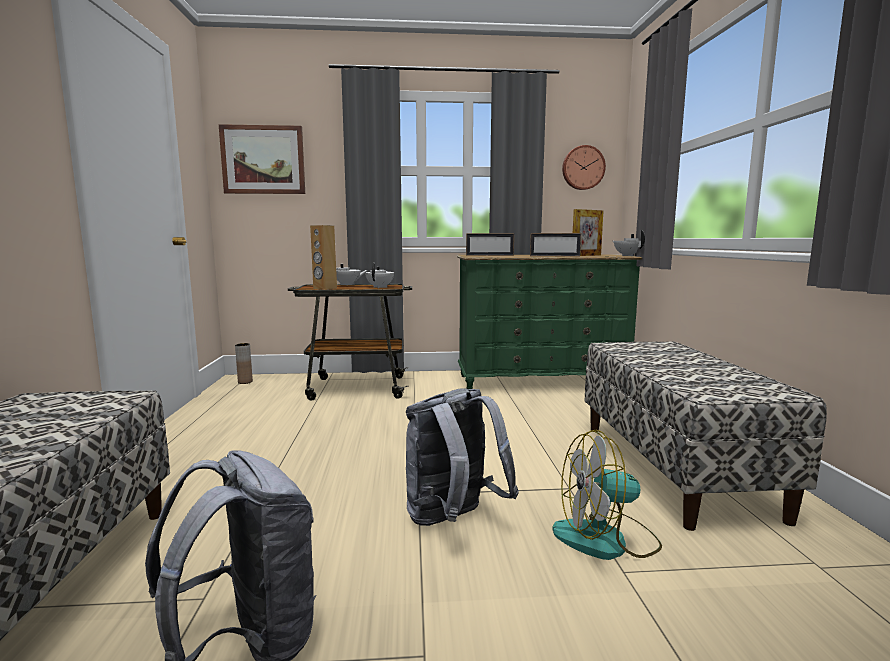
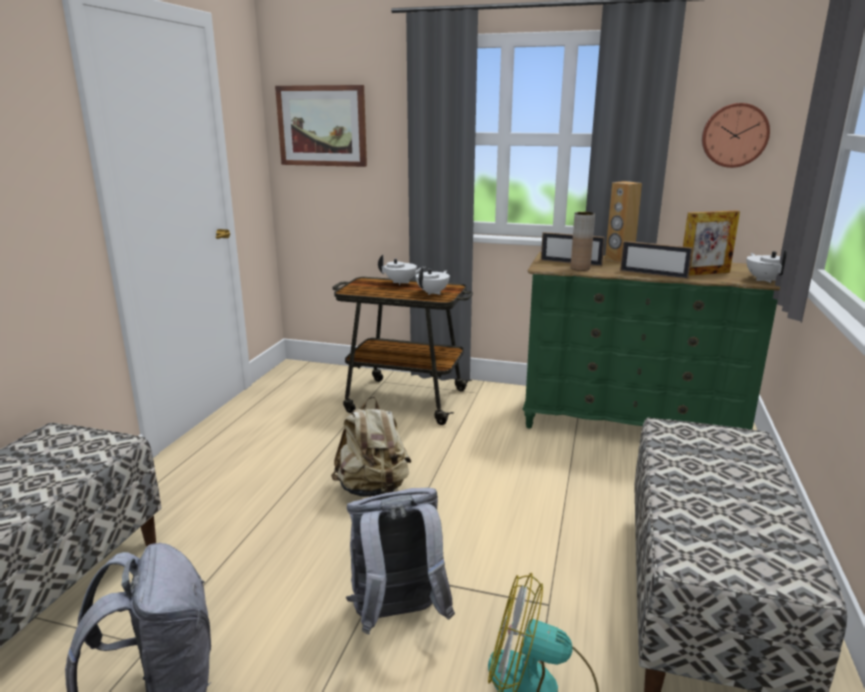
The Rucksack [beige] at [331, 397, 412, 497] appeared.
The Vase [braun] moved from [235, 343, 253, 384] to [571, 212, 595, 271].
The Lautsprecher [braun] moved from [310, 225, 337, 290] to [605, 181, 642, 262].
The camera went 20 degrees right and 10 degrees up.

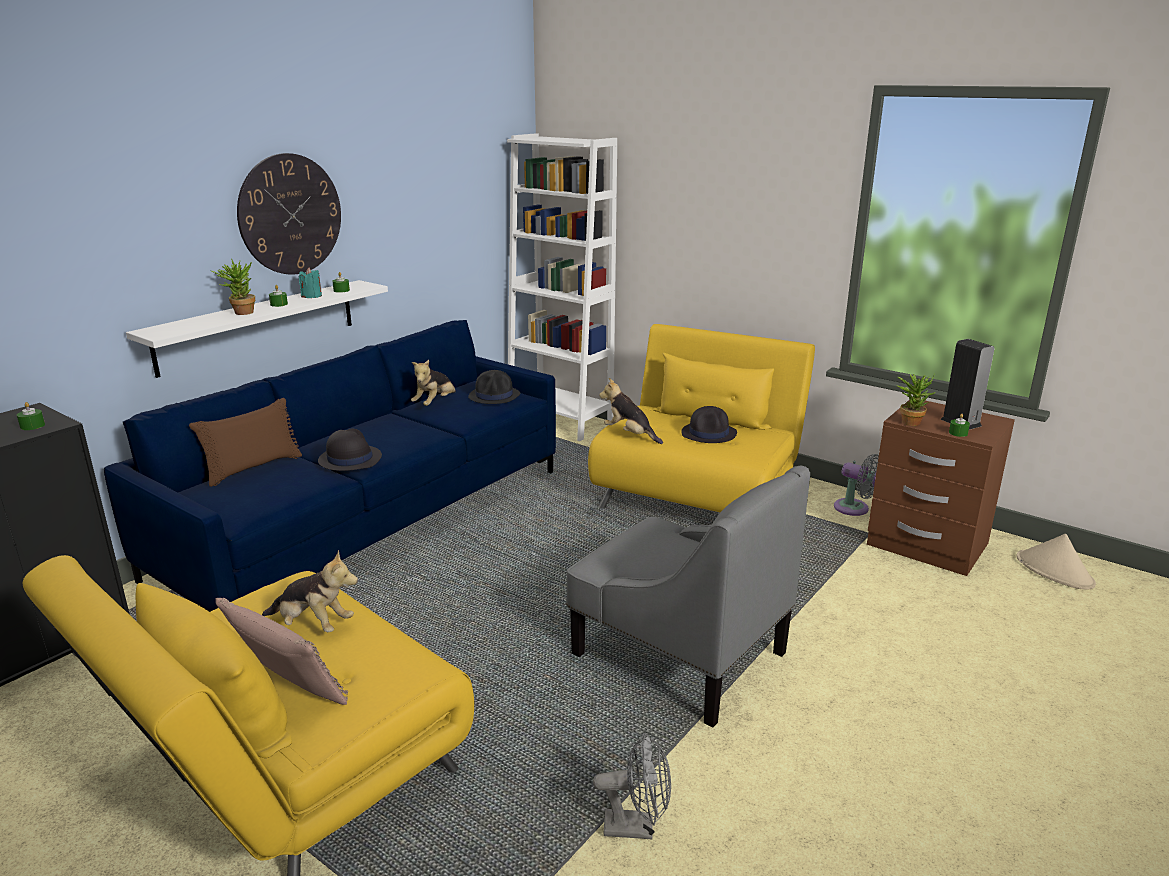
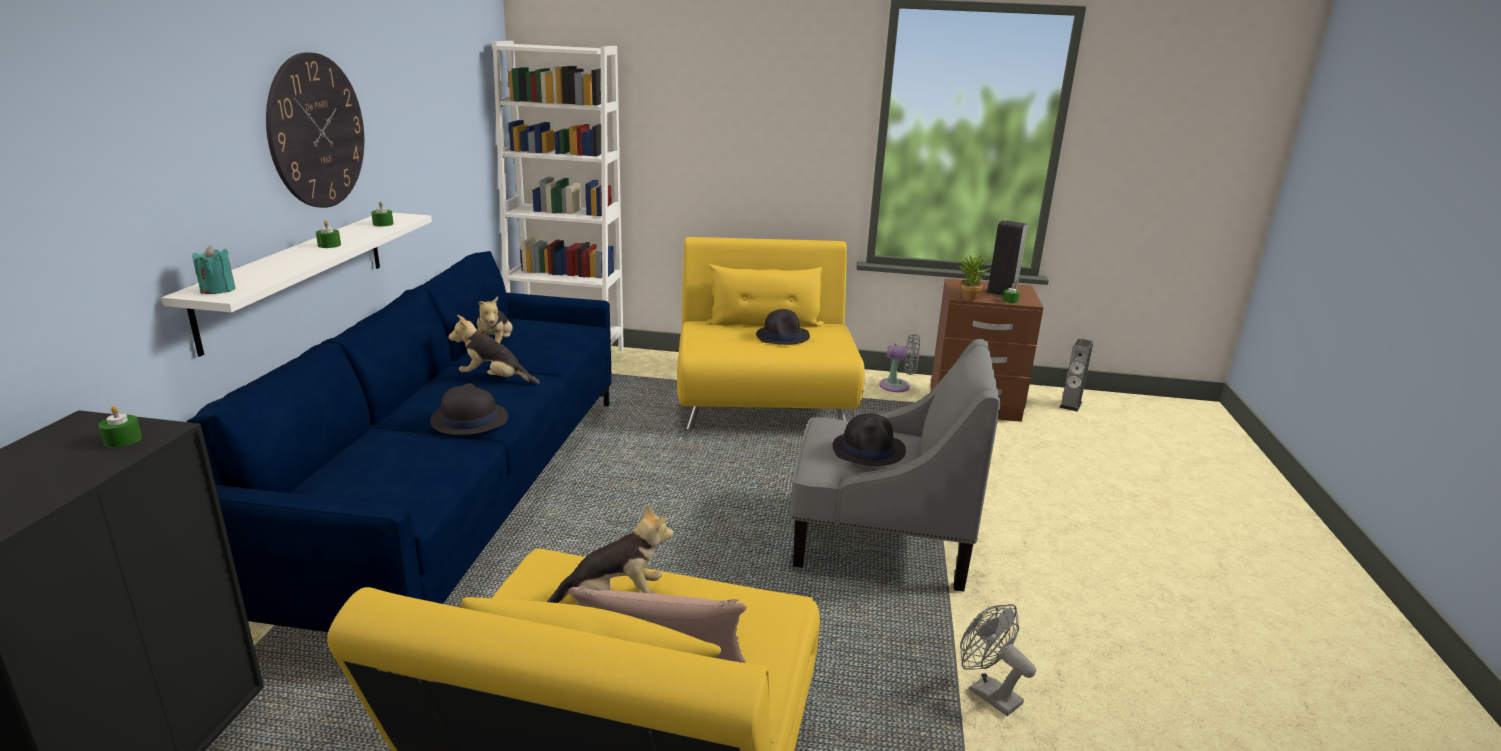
The Kissen [braun] at [189, 398, 302, 487] disappeared.
The Topfpflanze at [211, 258, 255, 315] disappeared.
The Kerze [türkis] moved from [299, 267, 322, 298] to [192, 245, 235, 294].
The Hut [schwarz] moved from [468, 370, 520, 404] to [833, 413, 906, 466].
The Plüschtier moved from [599, 378, 663, 444] to [449, 315, 540, 384].
The Hut [beige] at [1016, 534, 1096, 590] was replaced by the Lautsprecher at [1059, 339, 1093, 412].
The Ventilator [grau] at [593, 733, 671, 839] turned 105 degrees counterclockwise.
The camera went 30 degrees left and 0 degrees up.

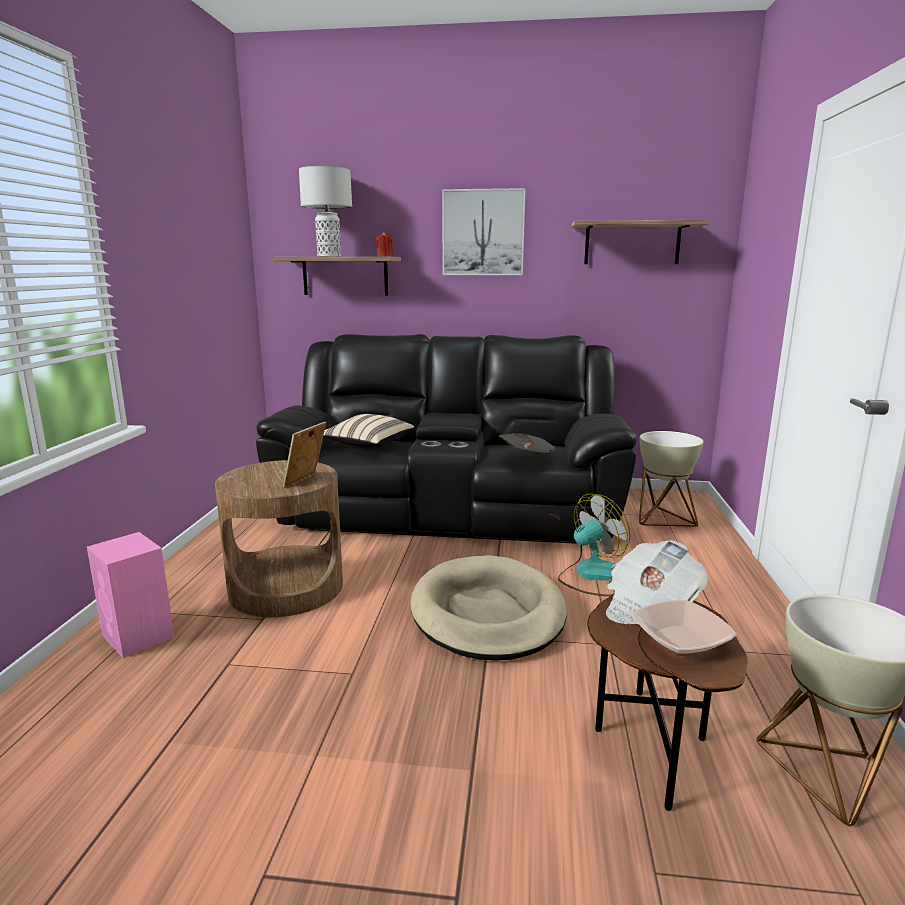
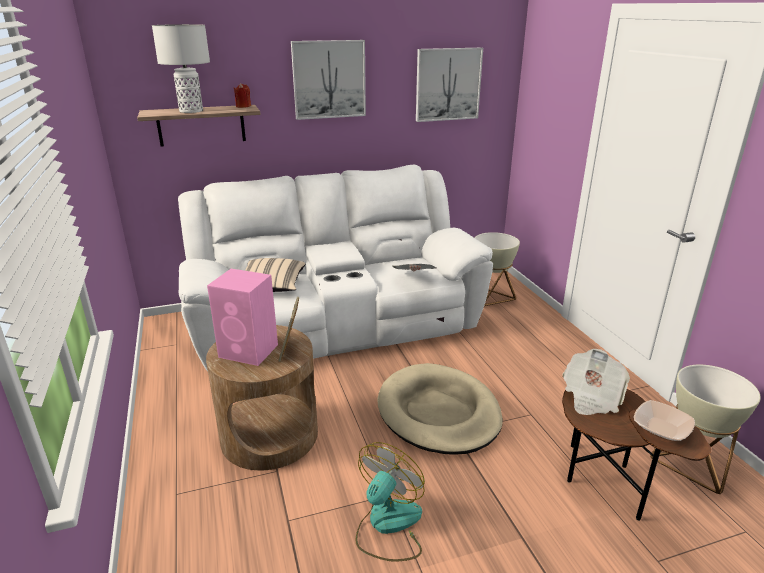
The Lautsprecher [rosa] moved from [87, 532, 174, 658] to [207, 269, 278, 366].
The Ventilator moved from [558, 494, 630, 596] to [355, 442, 425, 562].
The Wandregal at [572, 220, 709, 264] was replaced by the Bild at [416, 48, 483, 122].
The Sofa [schwarz] at [256, 334, 637, 544] became the Sofa [weiß] at [178, 165, 493, 372].
The camera went 25 degrees left and 10 degrees up.

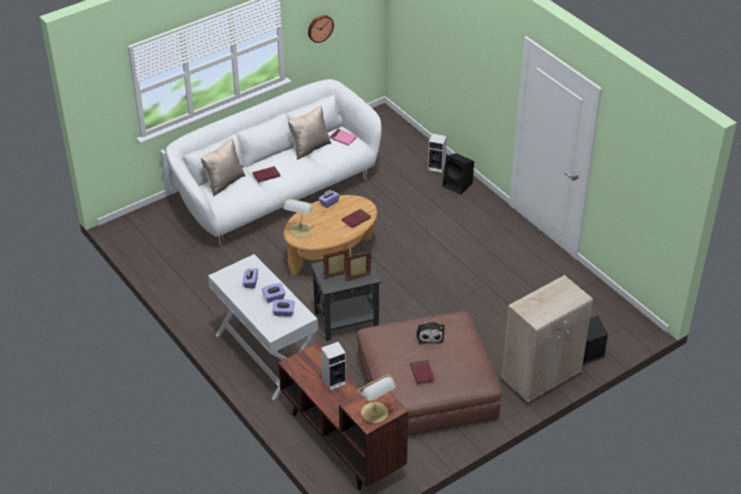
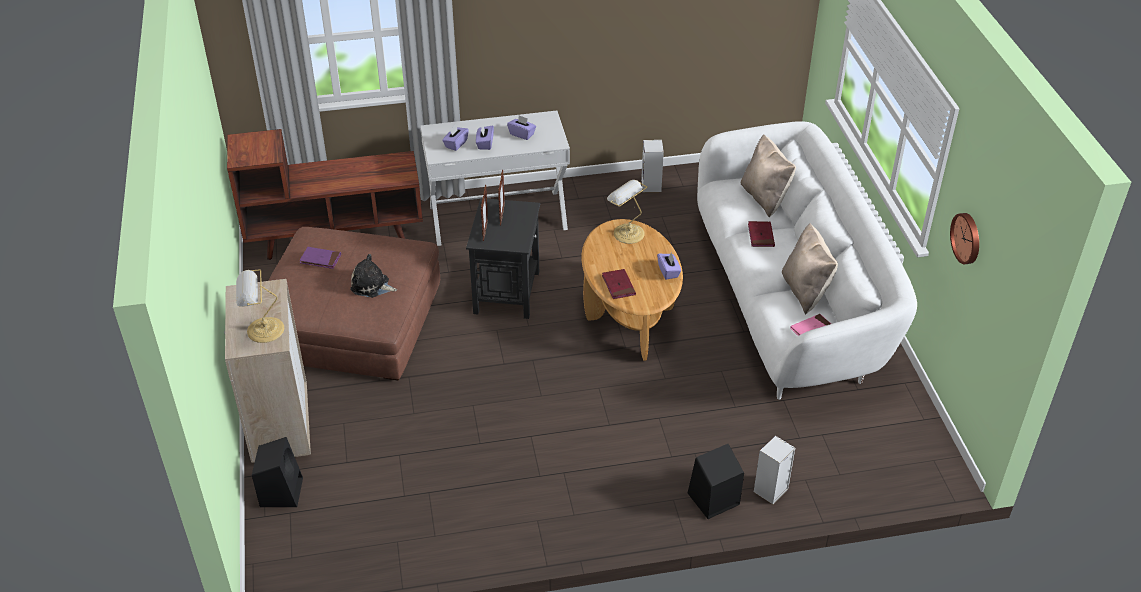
The Lautsprecher moved from [321, 342, 346, 391] to [641, 140, 664, 192].
The Tischlampe moved from [358, 374, 396, 423] to [236, 269, 284, 343].
The Buch [rot] at [410, 359, 435, 384] became the Buch [lila] at [299, 247, 341, 269].
The camera went 115 degrees right and 0 degrees up.

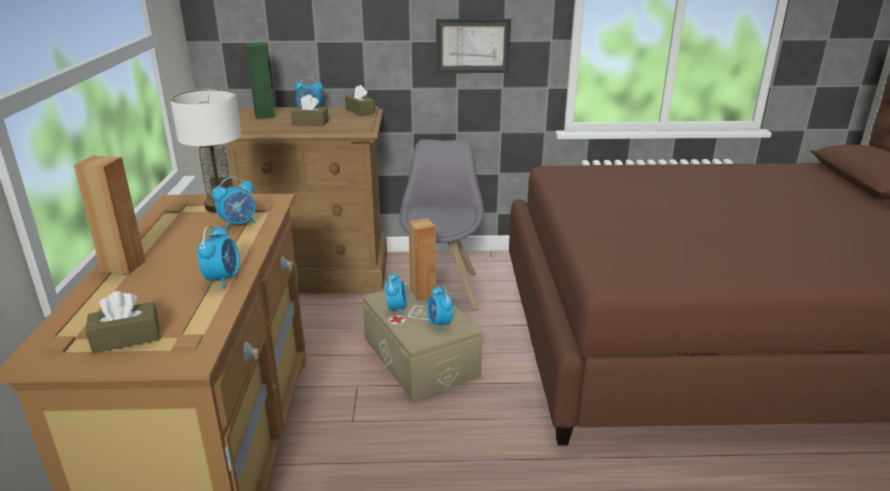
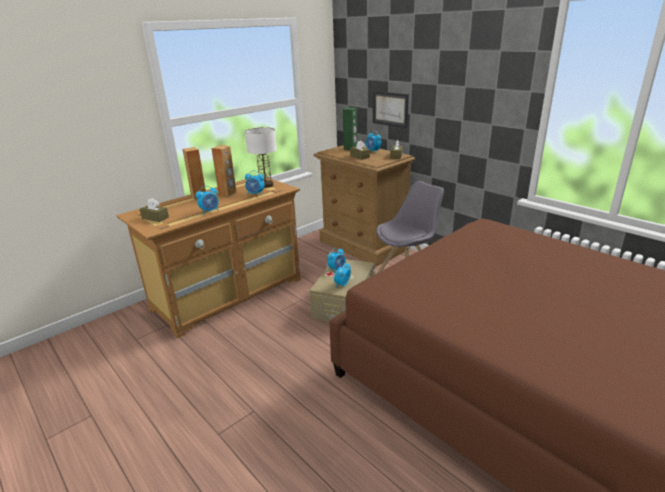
The Lautsprecher [braun] moved from [409, 218, 436, 301] to [211, 145, 237, 197].
The Bild moved from [436, 19, 511, 73] to [373, 91, 409, 128].
The camera went 50 degrees right and 0 degrees up.

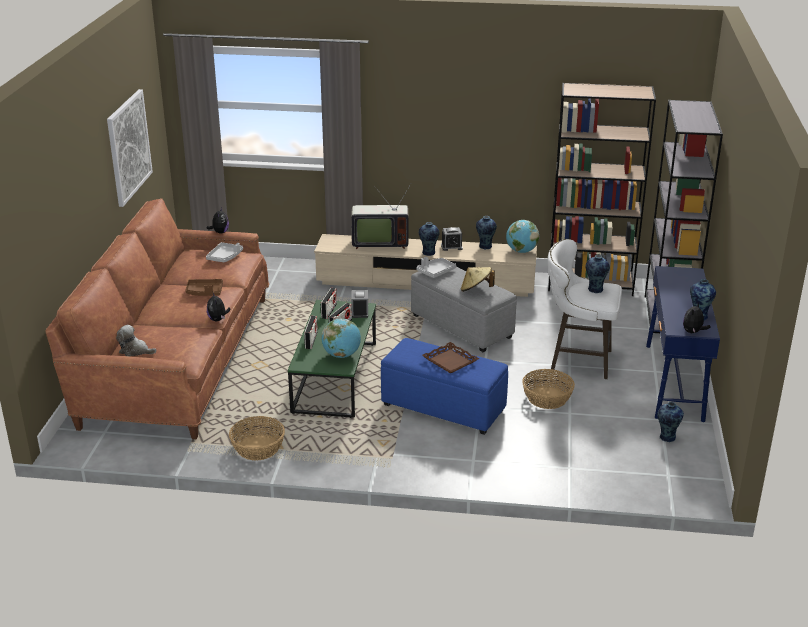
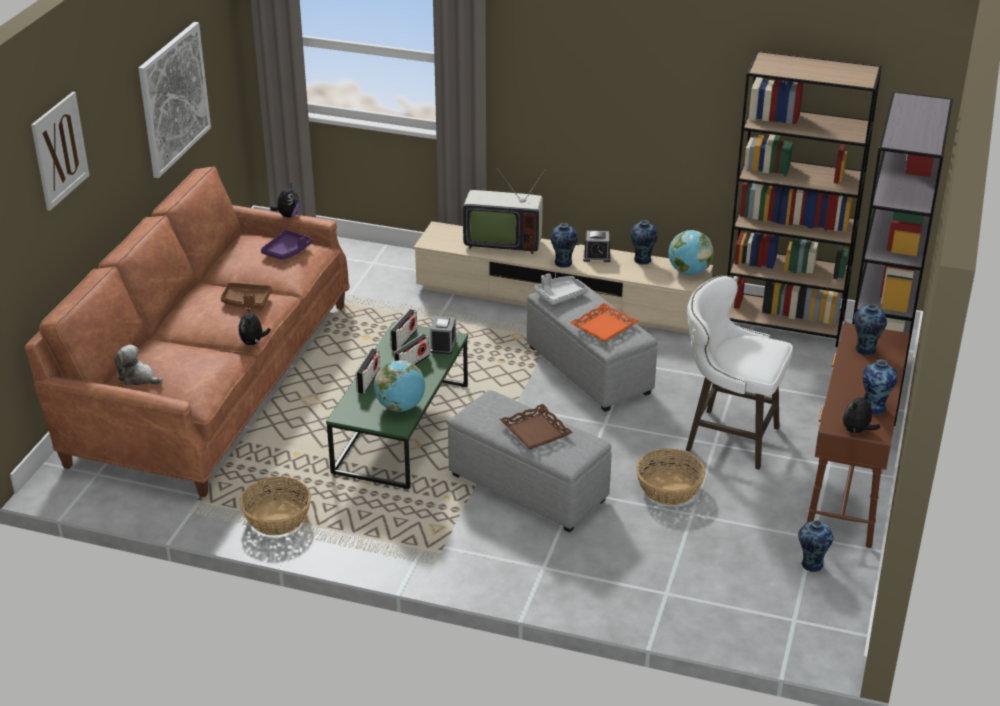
The Bild at [31, 92, 89, 211] appeared.
The Vase moved from [585, 255, 610, 293] to [853, 304, 887, 356].
The Hut [beige] at [461, 267, 495, 292] was replaced by the Tablett [orange] at [570, 303, 639, 342].
The Tablett [grau] at [206, 242, 243, 262] became the Tablett [lila] at [261, 230, 312, 260].
The Polsterhocker [blau] at [381, 338, 508, 435] became the Polsterhocker [grau] at [448, 390, 611, 533].
The Konsolentisch [blau] at [646, 266, 720, 422] became the Konsolentisch [braun] at [807, 323, 910, 548].
The camera went 10 degrees right and 5 degrees up.

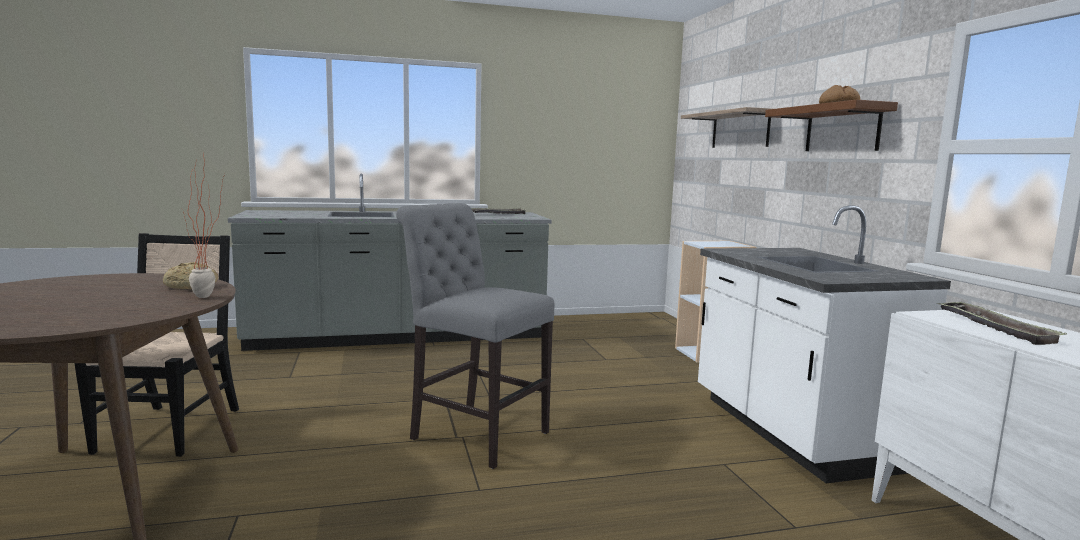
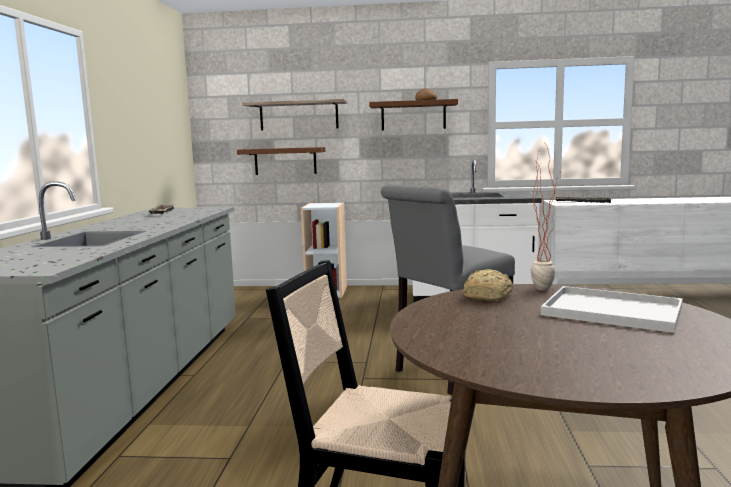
The Wandregal [braun] at [237, 147, 325, 175] appeared.
The Tablett [weiß] at [541, 286, 683, 333] appeared.
The camera went 70 degrees left and 0 degrees up.

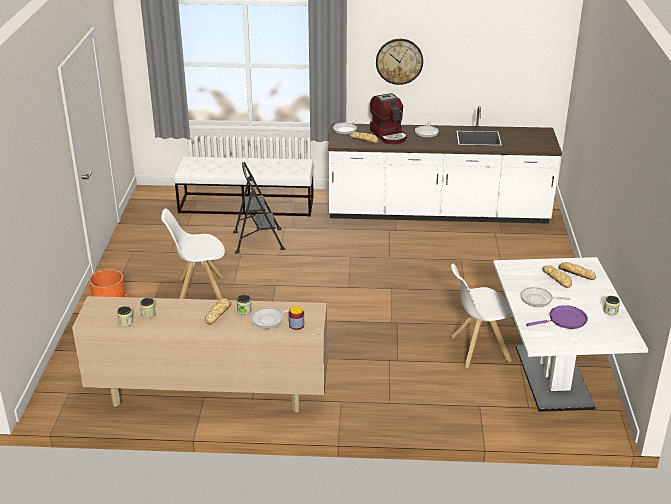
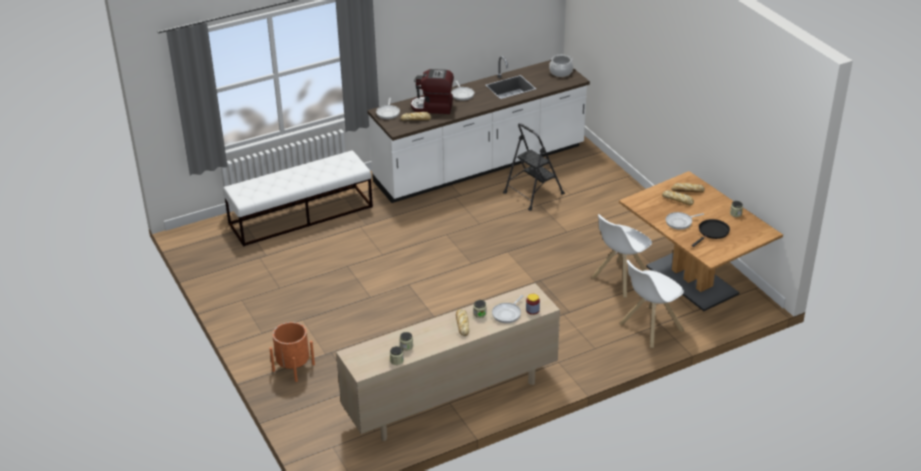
The Wanduhr at [376, 39, 423, 85] disappeared.
The Kochtopf at [549, 55, 573, 77] appeared.
The Stuhl [weiß] moved from [161, 208, 225, 300] to [620, 260, 684, 348].
The Trittleiter [schwarz] moved from [233, 161, 285, 254] to [503, 123, 565, 211].
The Esstisch [weiß] at [493, 257, 649, 412] became the Esstisch [braun] at [619, 171, 783, 311].
The Pfanne [lila] at [526, 305, 588, 329] became the Pfanne [schwarz] at [692, 219, 730, 247].
The Kaffeemaschine at [370, 93, 407, 144] turned 150 degrees clockwise.
The camera went 30 degrees left and 5 degrees up.

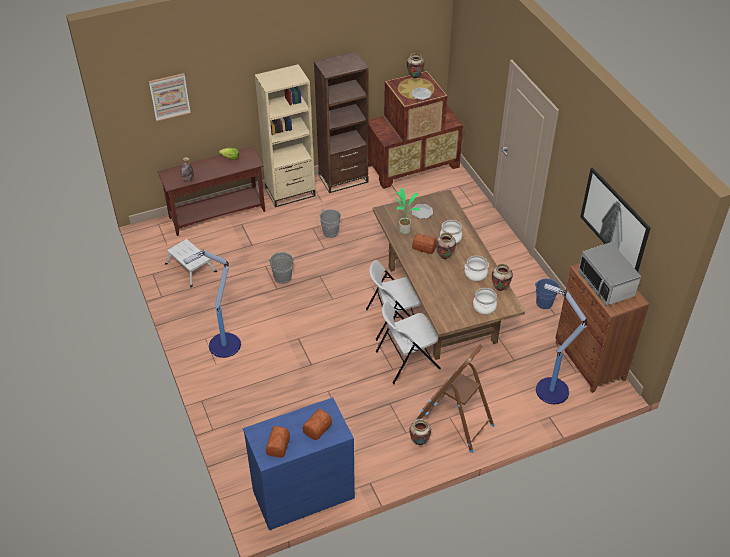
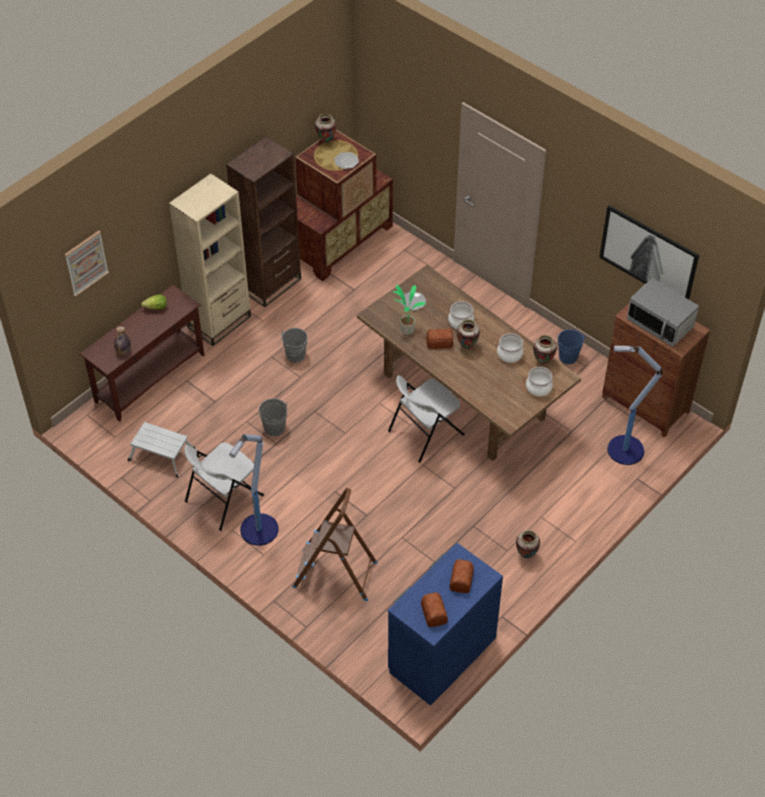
The Stuhl [weiß] moved from [376, 302, 441, 384] to [184, 443, 264, 531].
The Trittleiter [braun] moved from [416, 345, 495, 453] to [292, 488, 378, 601].
The camera went 25 degrees left and 5 degrees up.

